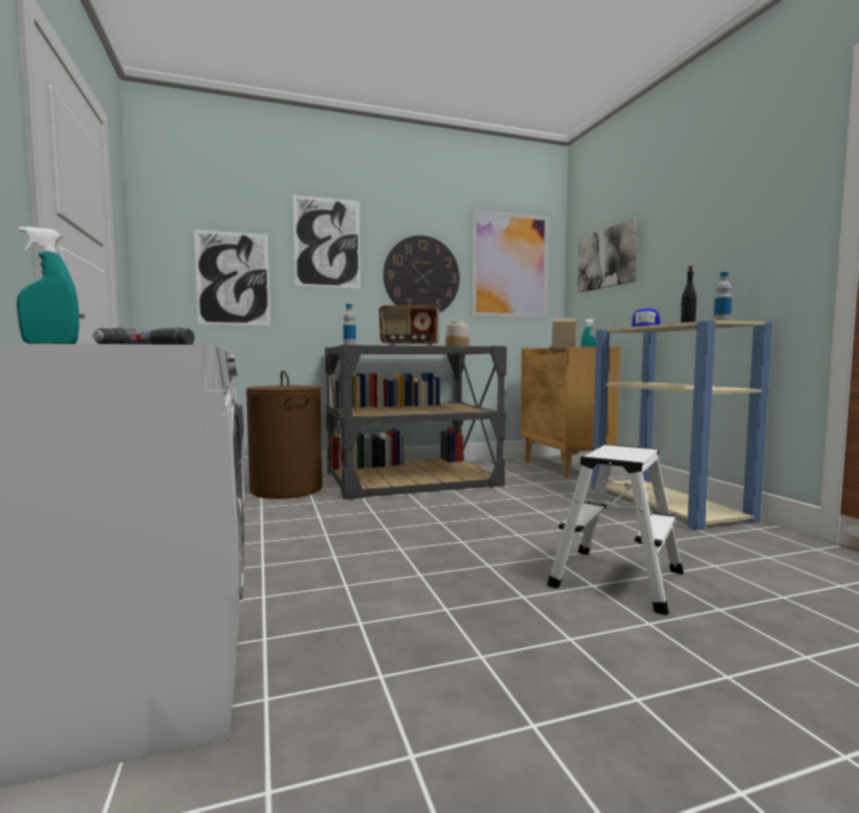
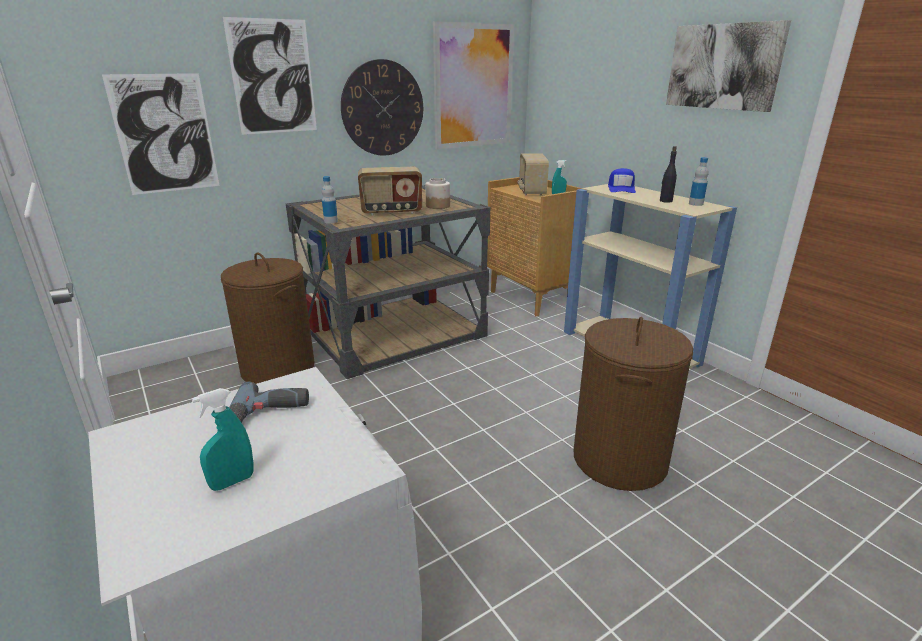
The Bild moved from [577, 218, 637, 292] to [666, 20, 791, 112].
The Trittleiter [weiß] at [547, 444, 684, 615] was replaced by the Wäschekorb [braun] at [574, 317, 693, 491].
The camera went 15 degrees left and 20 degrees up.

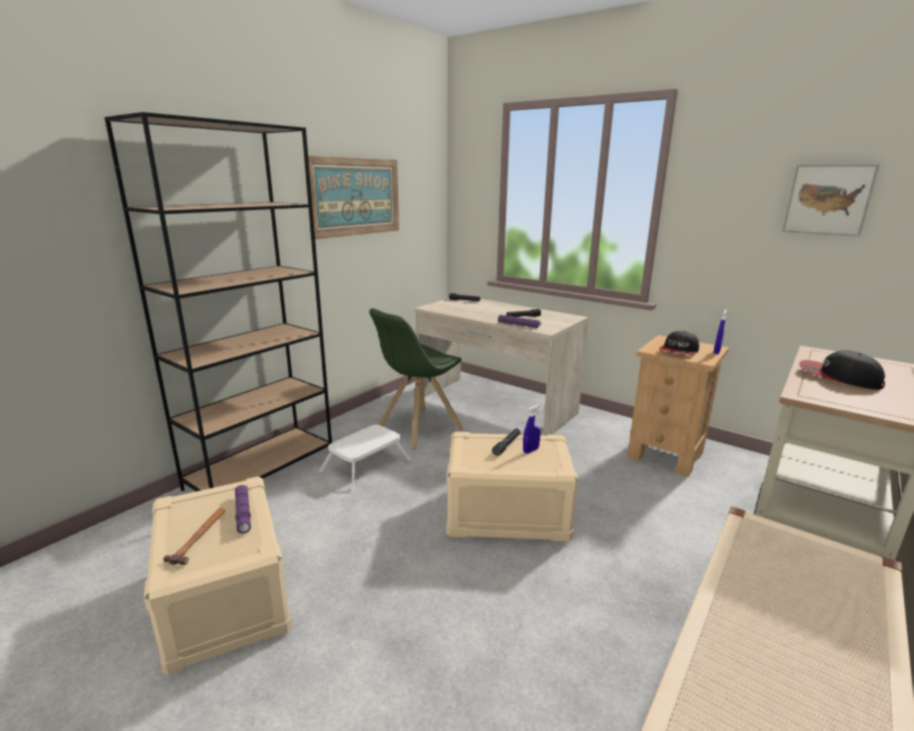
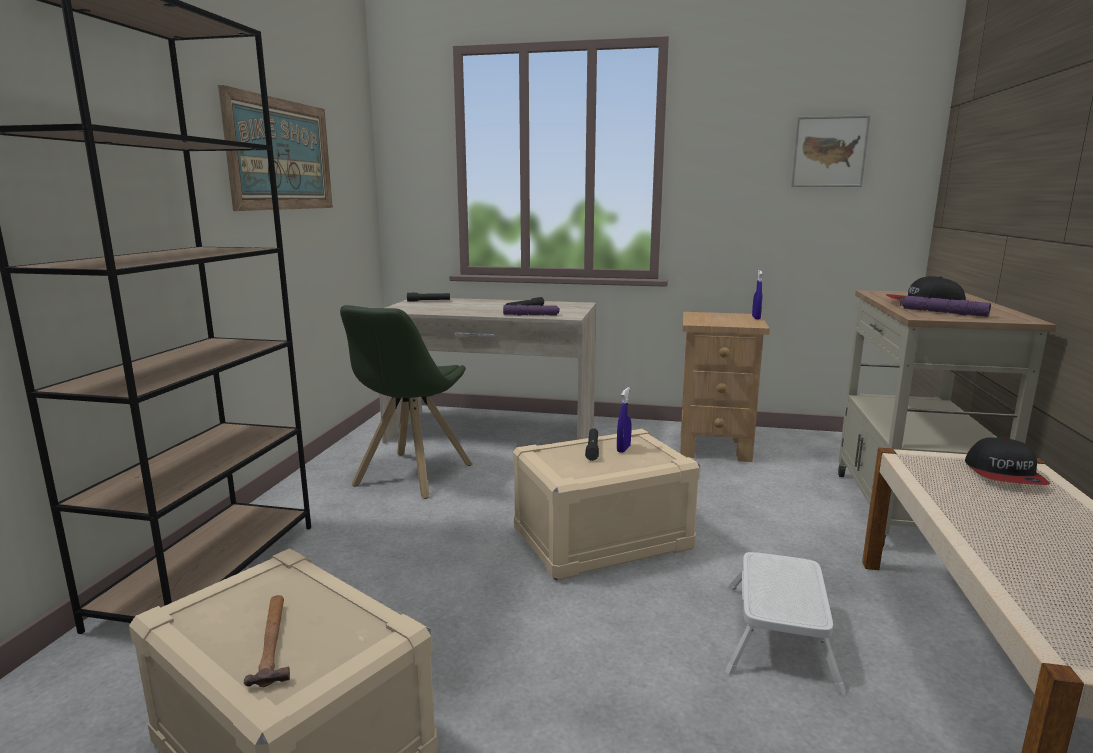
The Taschenlampe [lila] moved from [235, 485, 251, 534] to [900, 295, 991, 317].
The Trittleiter [weiß] moved from [319, 425, 411, 491] to [725, 552, 846, 695].
The Kappe moved from [659, 331, 699, 355] to [965, 437, 1050, 485].
The camera went 25 degrees left and 5 degrees down.

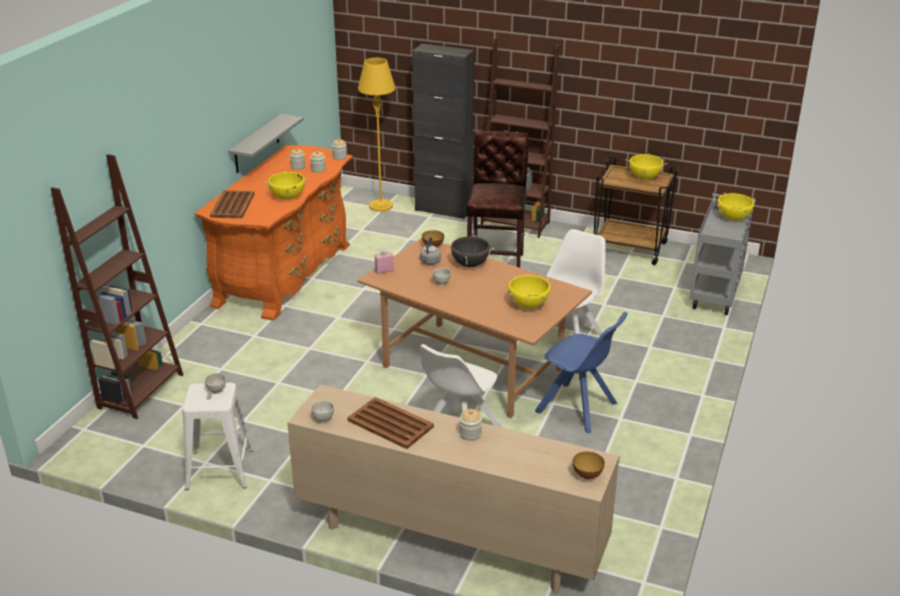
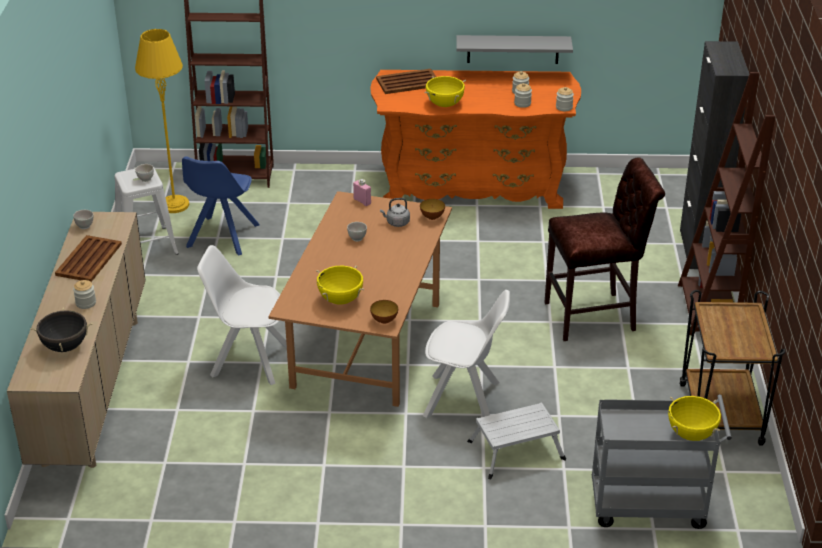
The Kochtopf [gelb] at [626, 153, 668, 179] disappeared.
The Trittleiter [weiß] at [467, 402, 566, 480] appeared.
The Stehlampe [gelb] moved from [358, 58, 396, 212] to [135, 29, 189, 213].
The Kochtopf [schwarz] moved from [447, 235, 495, 267] to [30, 308, 93, 352].
The Stuhl [blau] moved from [535, 312, 628, 433] to [182, 156, 259, 256].
The Schüssel moved from [573, 452, 605, 479] to [370, 300, 398, 324].
The camera went 70 degrees right and 5 degrees up.

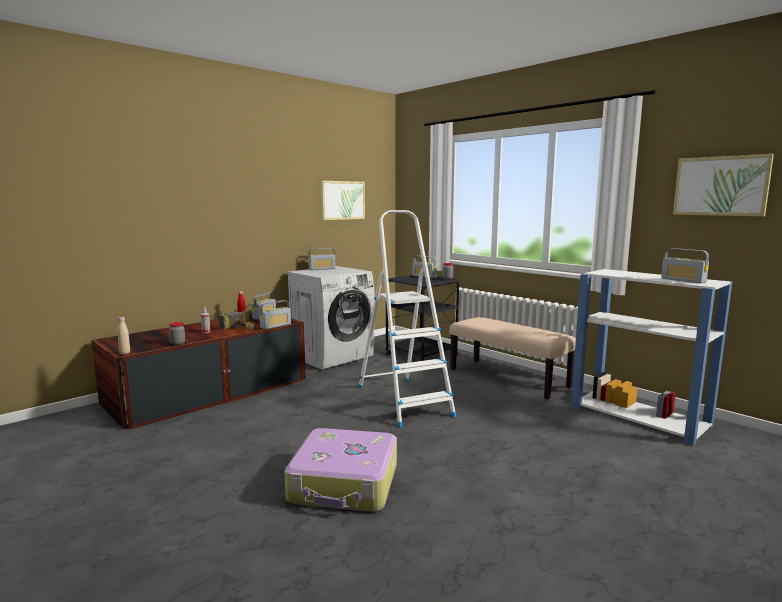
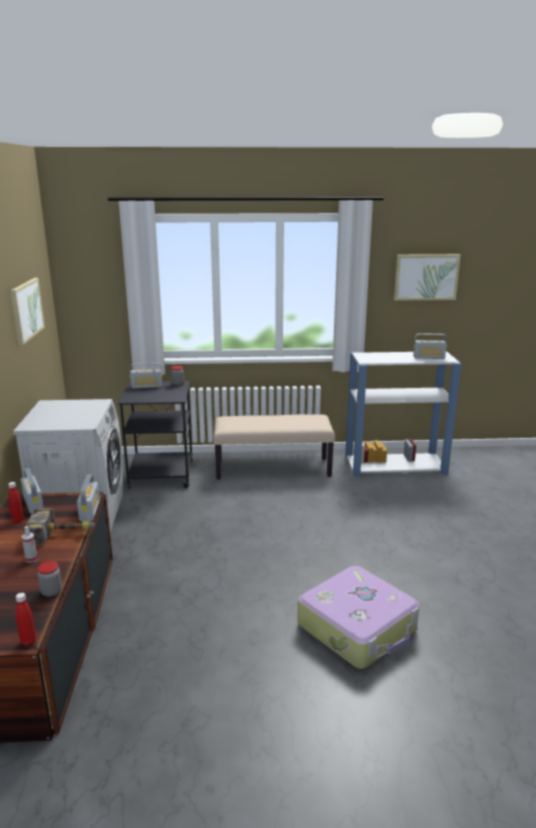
The Radio at [308, 248, 336, 270] disappeared.
The Trittleiter [weiß] at [359, 210, 456, 428] disappeared.
The Flasche [beige] at [117, 317, 130, 355] became the Flasche [rot] at [16, 593, 36, 646].
The camera went 50 degrees left and 10 degrees up.

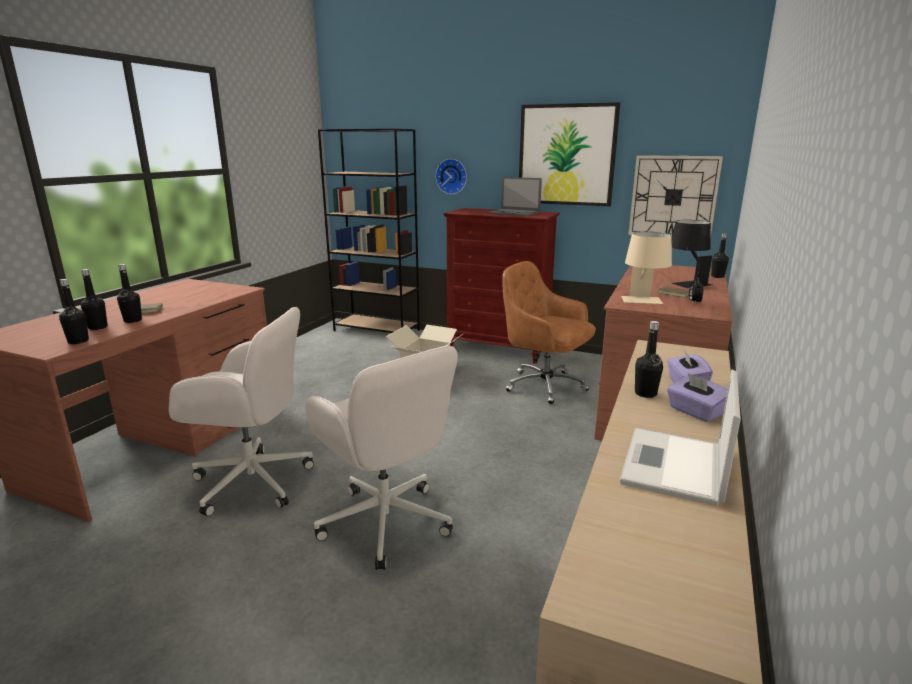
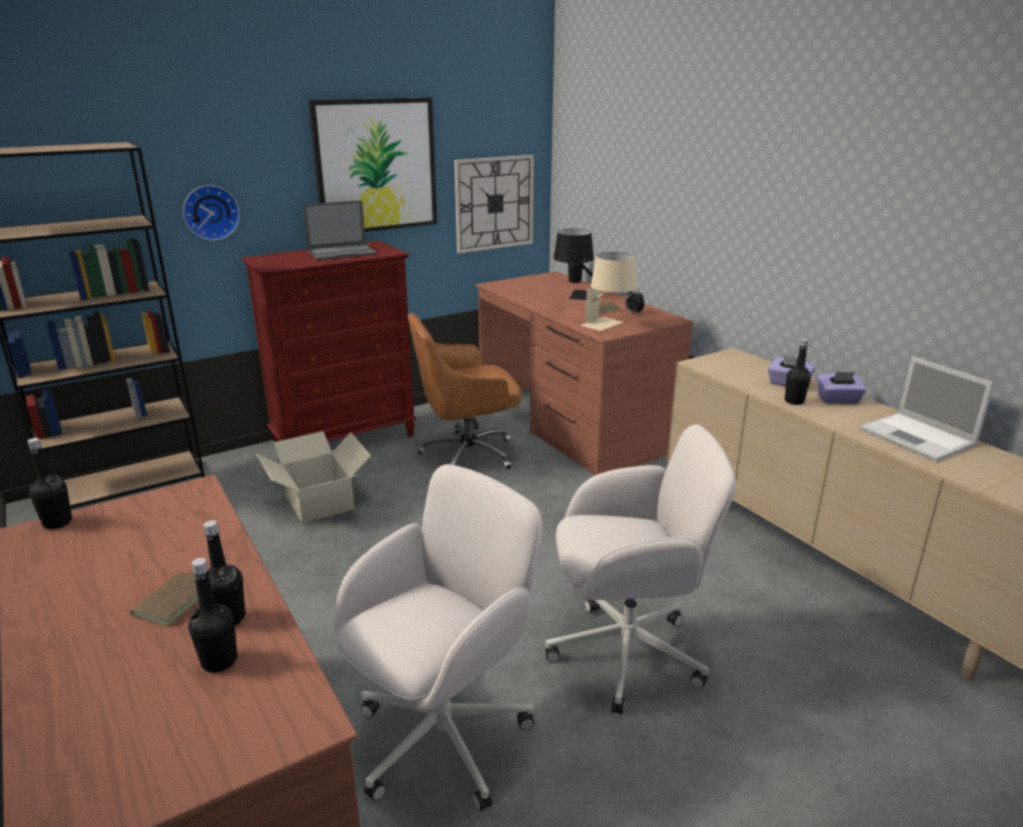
The Flasche [schwarz] moved from [59, 279, 89, 344] to [27, 438, 72, 529].
The camera went 55 degrees left and 5 degrees up.

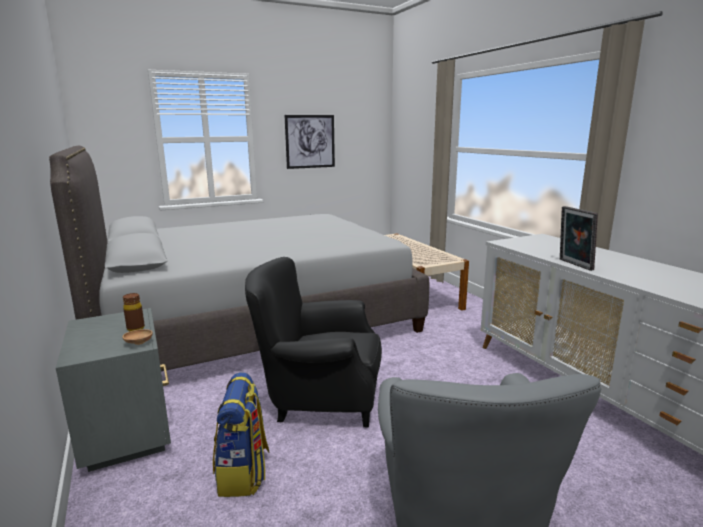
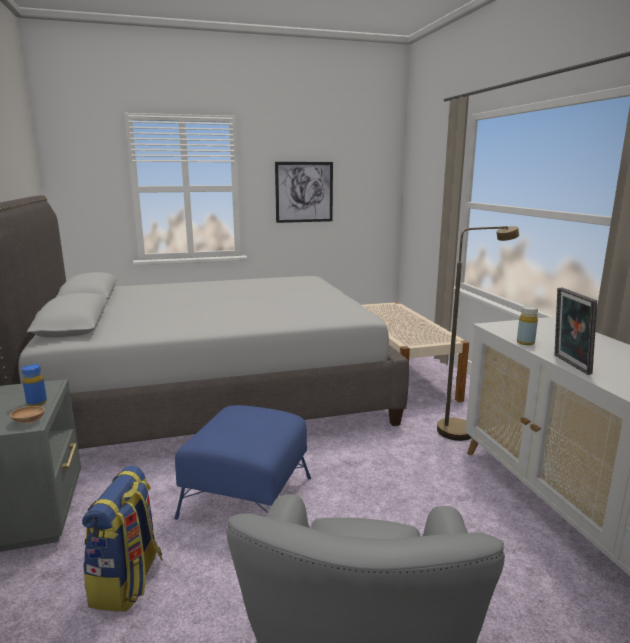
The Stehlampe [braun] at [437, 226, 519, 441] appeared.
The Flasche [gelb] at [517, 306, 538, 345] appeared.
The Sessel [schwarz] at [245, 257, 382, 428] was replaced by the Polsterhocker [blau] at [174, 405, 311, 520].
The Flasche [braun] at [123, 293, 145, 331] became the Flasche [blau] at [22, 364, 47, 406].
The camera went 10 degrees right and 0 degrees up.

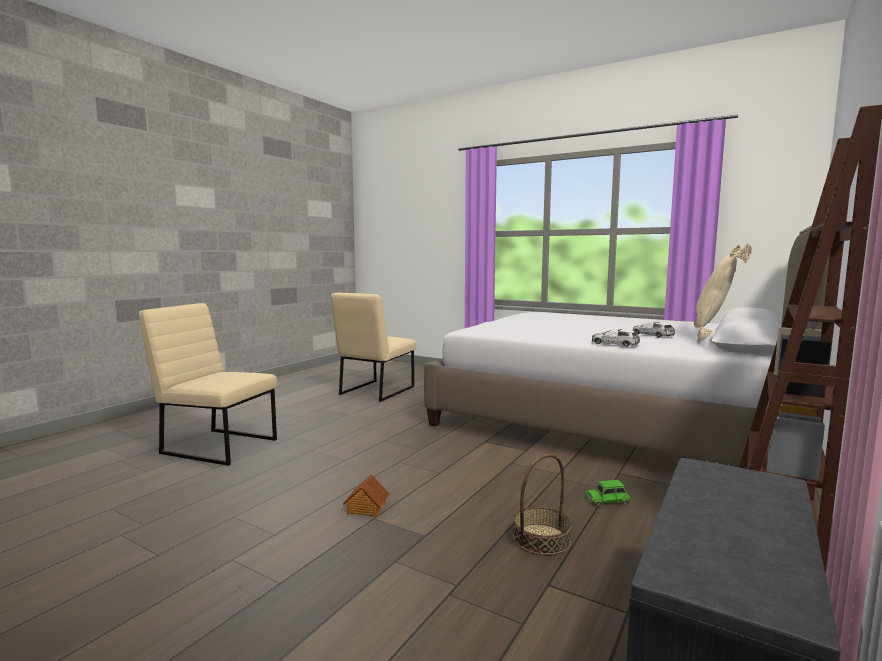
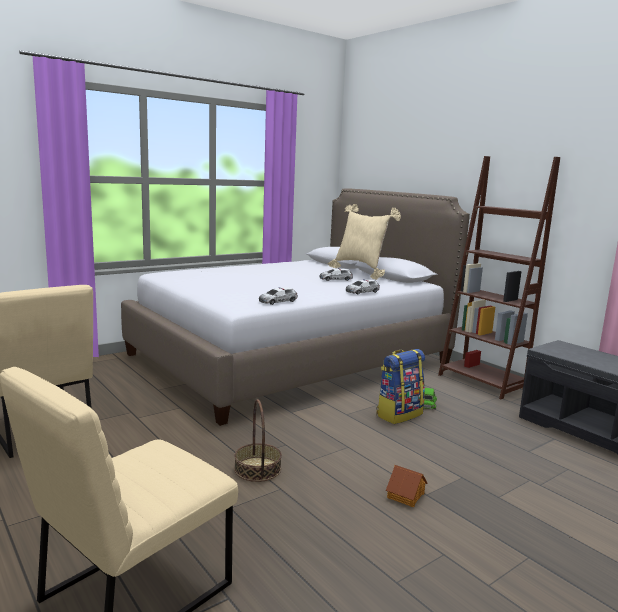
The Spielzeugauto at [259, 287, 298, 305] appeared.
The Rucksack at [376, 349, 425, 424] appeared.
The Korb moved from [513, 454, 572, 556] to [234, 399, 282, 482].
The camera went 70 degrees left and 5 degrees up.

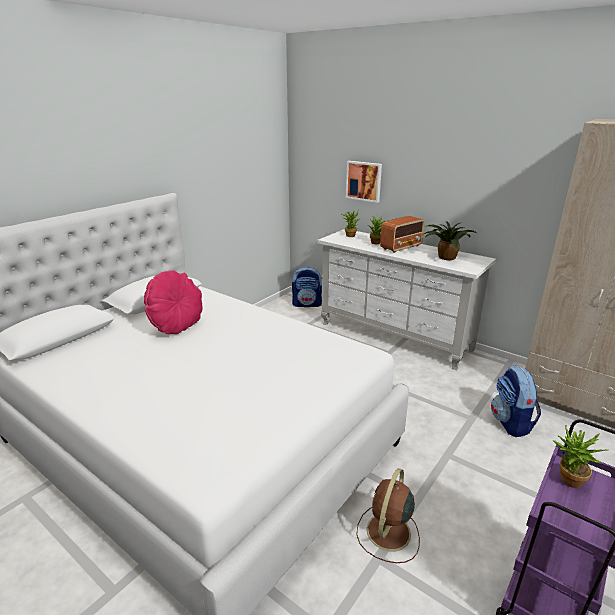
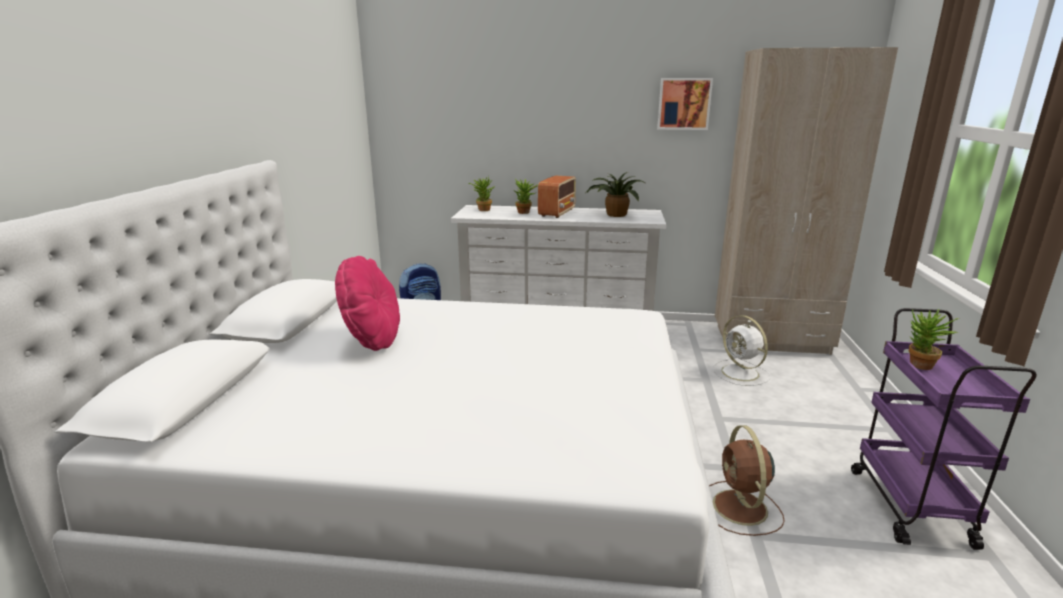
The Bild moved from [346, 161, 382, 203] to [657, 78, 713, 130].
The Rucksack at [491, 366, 541, 437] was replaced by the Ventilator [weiß] at [713, 315, 771, 386].
The camera went 30 degrees left and 5 degrees down.

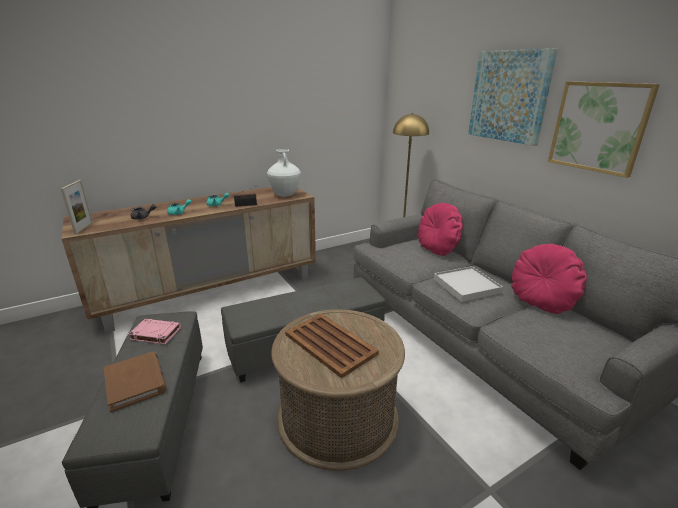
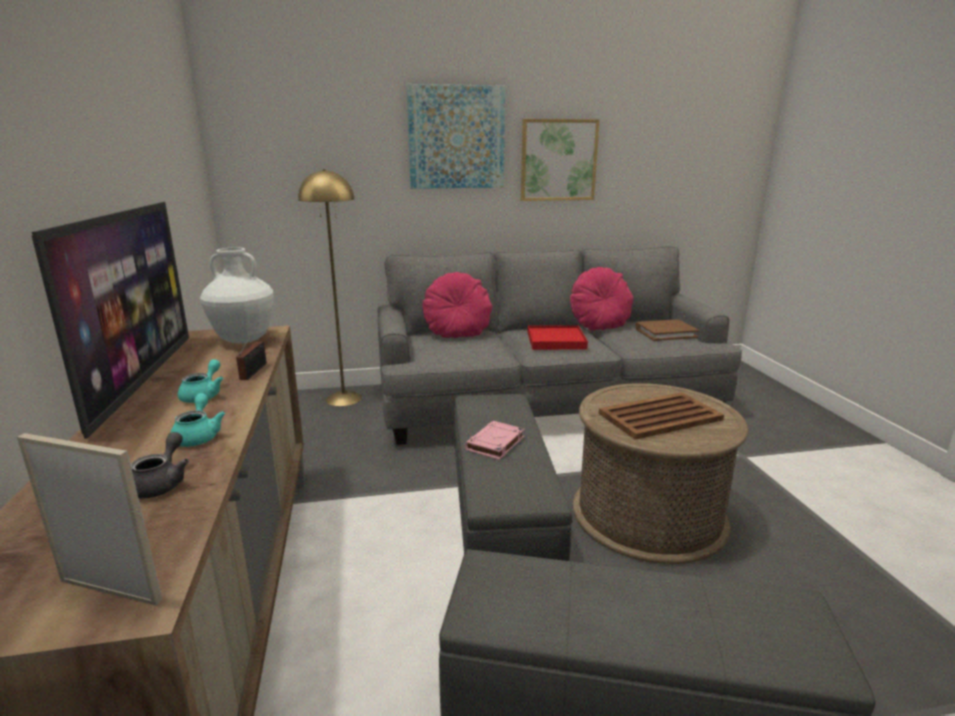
The Fernseher at [32, 202, 189, 439] appeared.
The Buch [braun] moved from [104, 351, 167, 412] to [636, 319, 699, 341].
The Buch [rosa] moved from [128, 319, 181, 345] to [465, 421, 524, 460].
The Tablett [weiß] at [434, 266, 503, 302] became the Tablett [rot] at [528, 325, 588, 350].
The camera went 70 degrees left and 5 degrees down.

